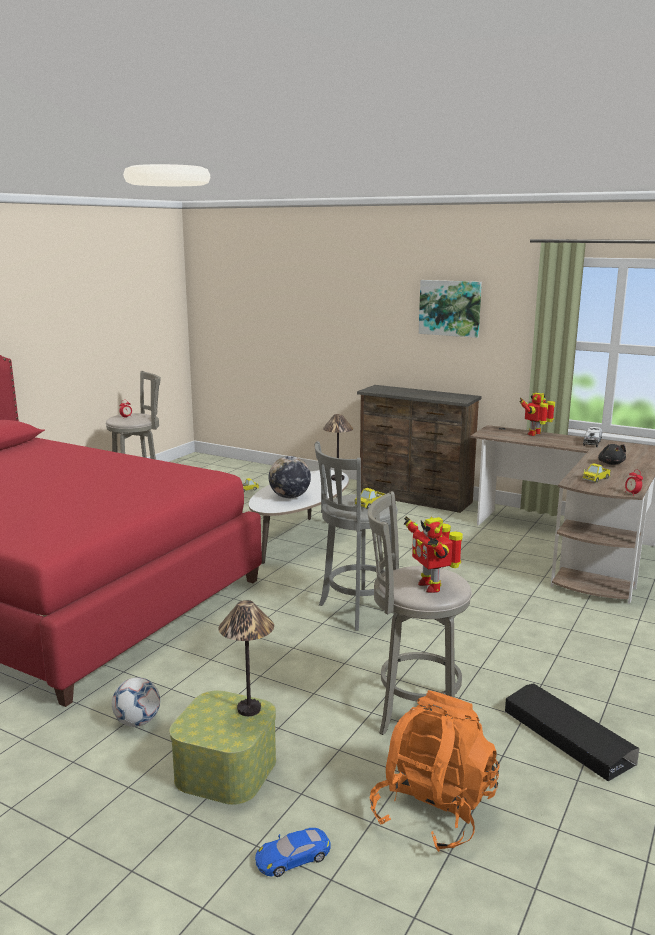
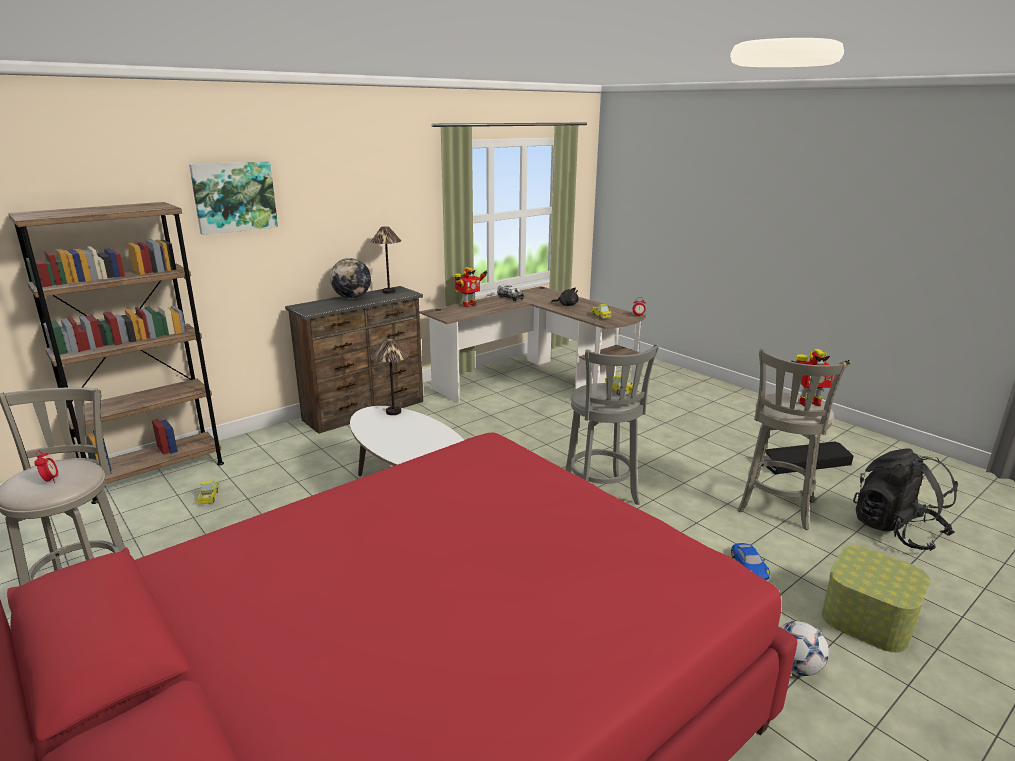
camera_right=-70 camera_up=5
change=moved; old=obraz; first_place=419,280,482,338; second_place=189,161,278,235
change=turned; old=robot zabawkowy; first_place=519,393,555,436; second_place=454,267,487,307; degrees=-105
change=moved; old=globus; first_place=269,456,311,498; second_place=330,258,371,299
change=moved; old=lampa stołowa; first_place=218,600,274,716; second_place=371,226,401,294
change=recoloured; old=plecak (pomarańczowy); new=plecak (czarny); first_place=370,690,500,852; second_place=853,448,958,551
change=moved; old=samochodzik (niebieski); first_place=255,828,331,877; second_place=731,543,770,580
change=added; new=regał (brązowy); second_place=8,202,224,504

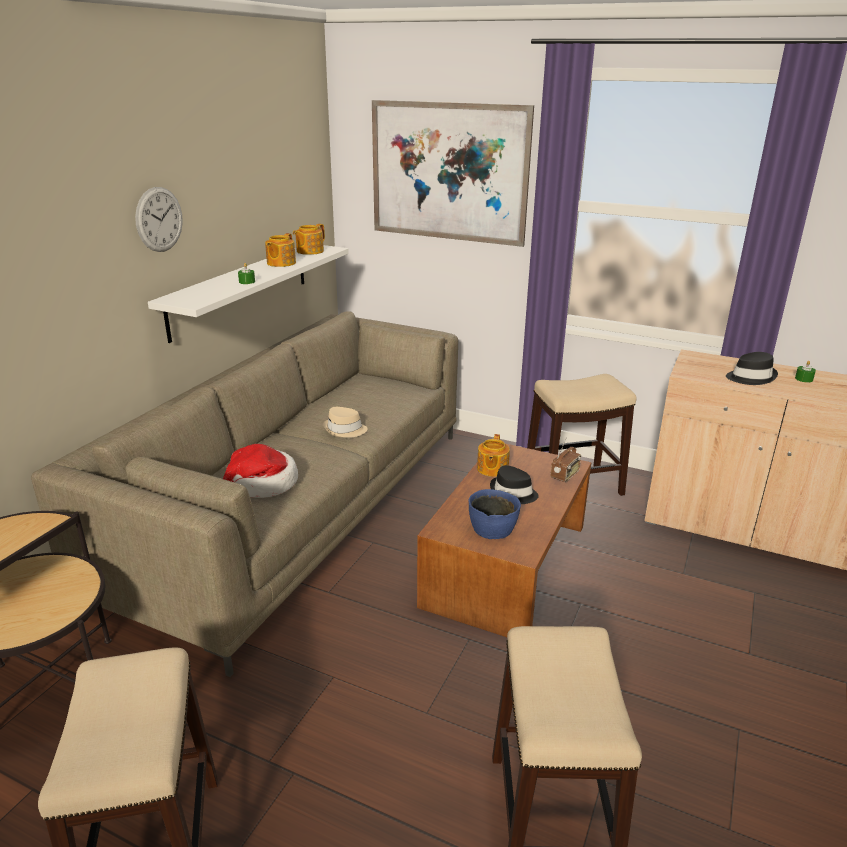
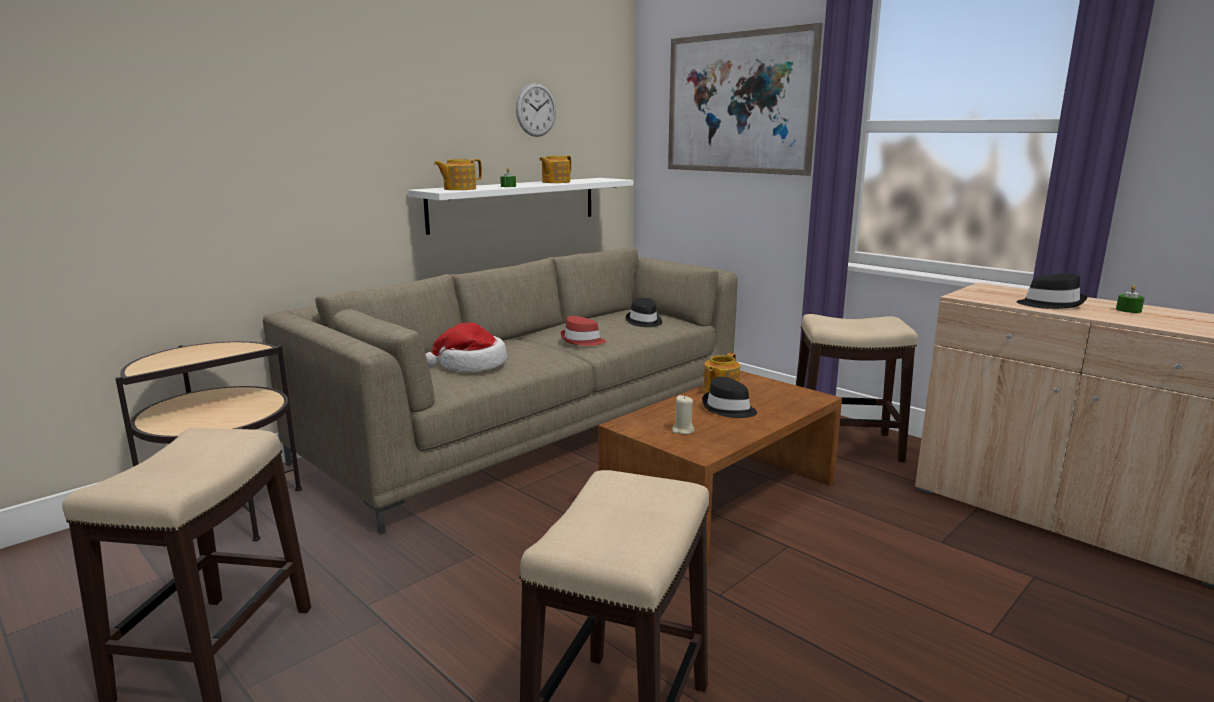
camera_right=20 camera_up=-10
change=moved; old=zegar ścienny; first_place=135,187,183,252; second_place=516,83,556,137
change=moved; old=imbryk; first_place=293,224,325,255; second_place=434,159,482,190
change=recoloured; old=kapelusz (beżowy); new=kapelusz (czerwony); first_place=323,407,368,438; second_place=560,316,606,346
change=removed; old=radio; first_place=551,437,581,482
change=replaced; old=miska (niebieski); new=świeca (beżowy); first_place=468,489,521,539; second_place=672,395,694,434
change=added; new=kapelusz (czarny); second_place=626,298,662,327

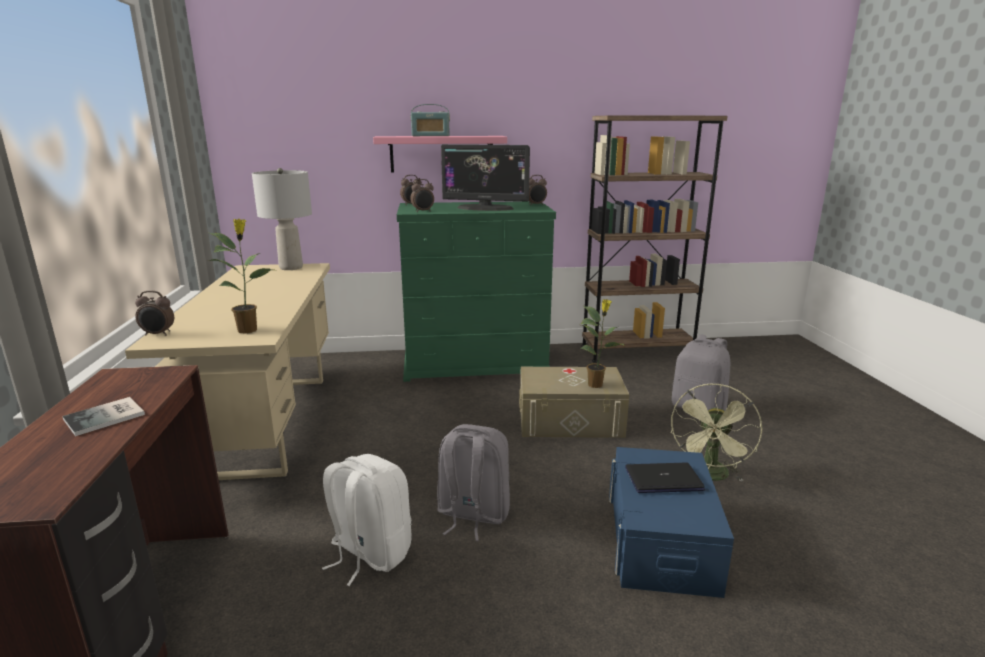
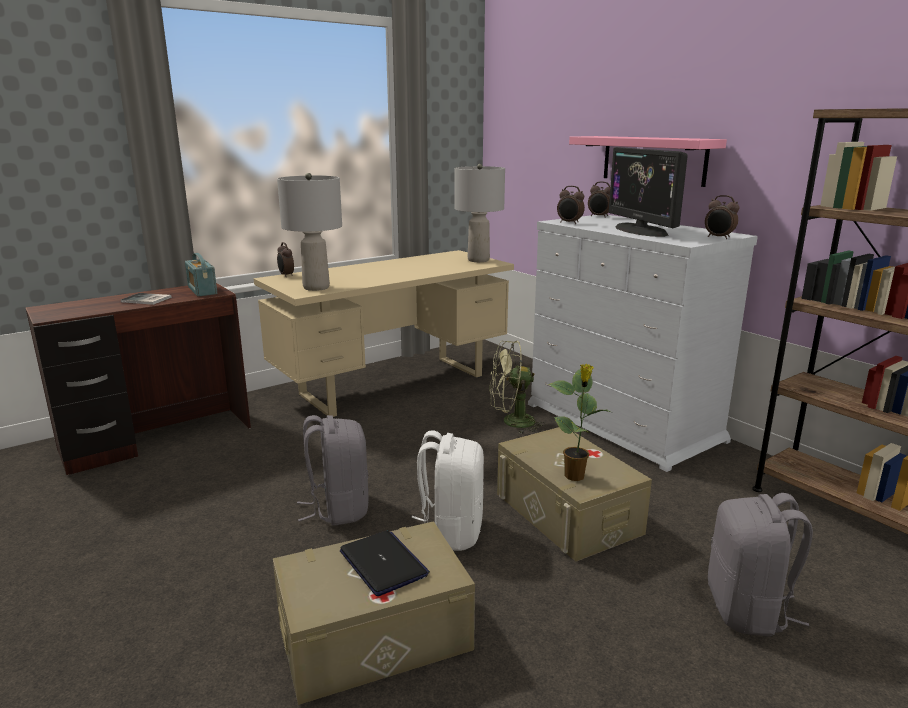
camera_right=60 camera_up=0
change=moved; old=radio; first_place=411,104,450,136; second_place=185,253,217,296
change=recoloured; old=komoda (zielony); new=komoda (biały); first_place=397,201,556,382; second_place=528,214,758,472
change=replaced; old=roślina doniczkowa; new=lampa stołowa (szary); first_place=208,219,275,334; second_place=277,173,342,291
change=moved; old=wentylator (zielony); first_place=670,384,762,482; second_place=489,341,546,434
change=recoloured; old=pojemnik do przechowywania (niebieski); new=pojemnik do przechowywania (beżowy); first_place=609,447,734,598; second_place=273,521,475,705
change=moved; old=plecak (biały); first_place=322,454,412,586; second_place=411,430,484,551

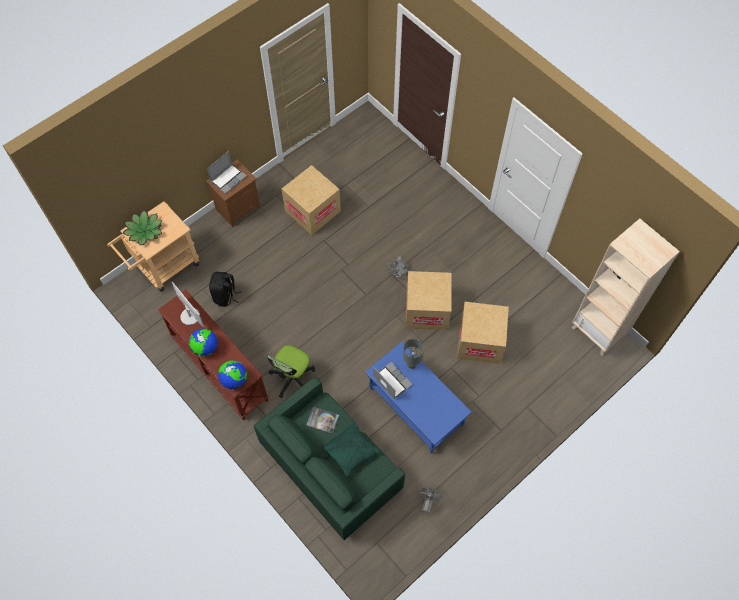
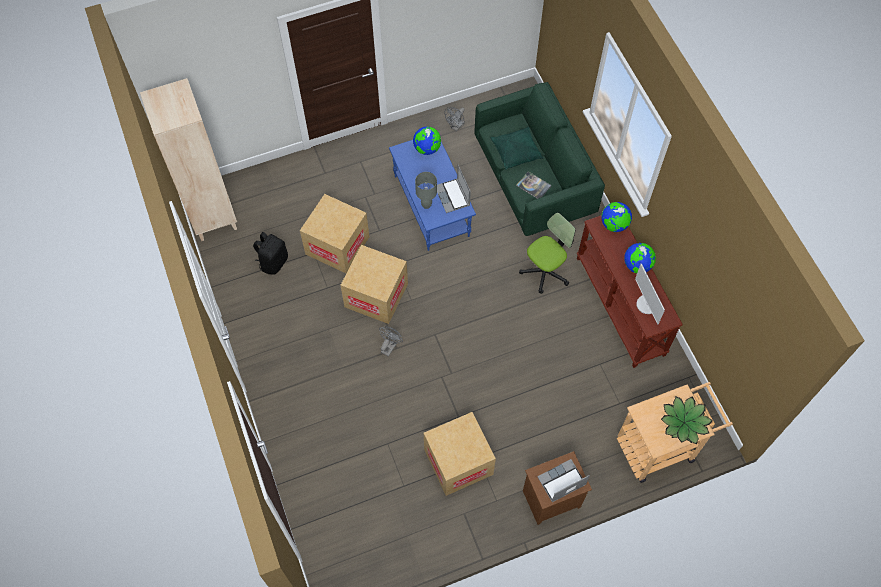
camera_right=-160 camera_up=0
change=moved; old=plecak (czarny); first_place=209,272,242,307; second_place=253,232,288,275
change=added; new=globus; second_place=413,127,441,155

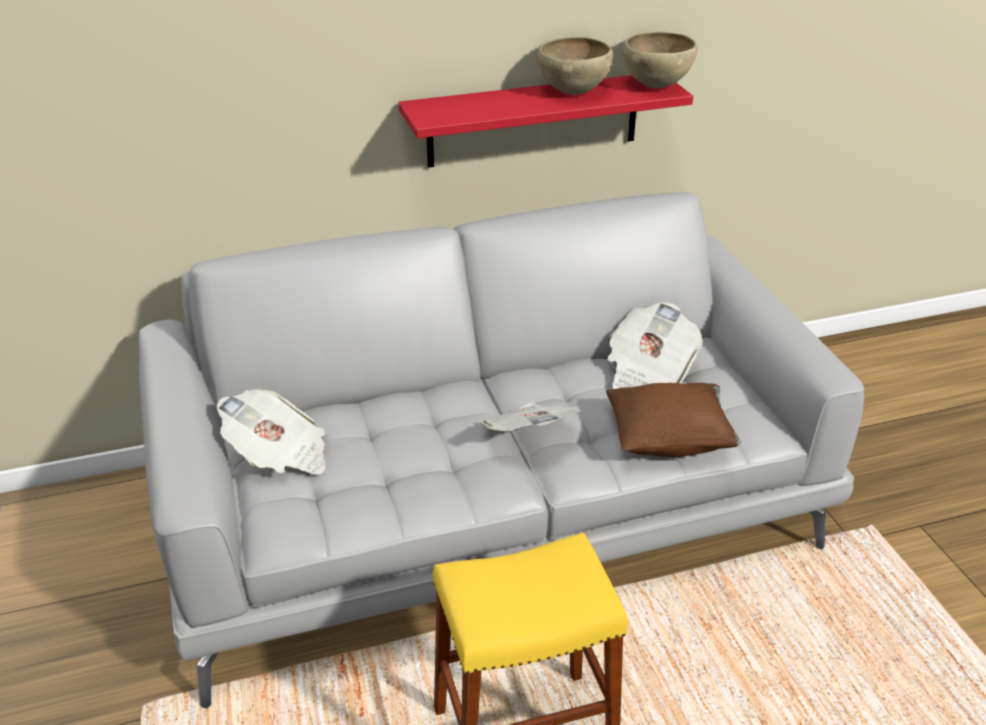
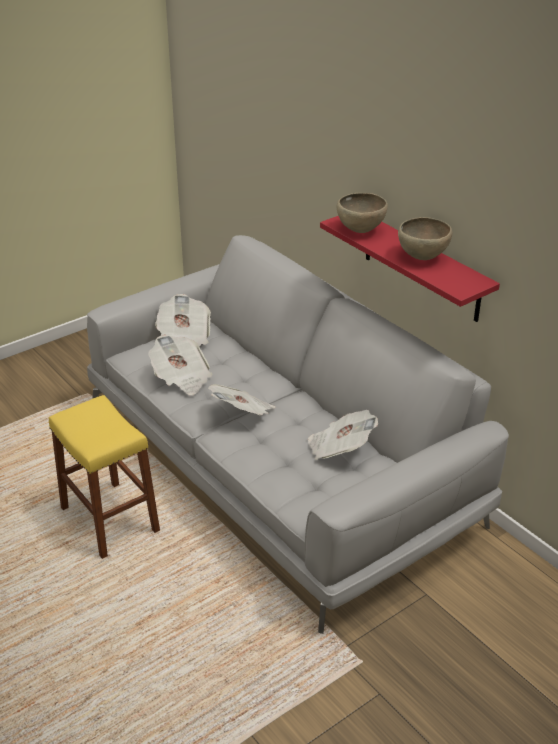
camera_right=70 camera_up=0
change=moved; old=miska (brązowy); first_place=623,32,698,88; second_place=337,193,388,233
change=removed; old=poduszka (brązowy); first_place=606,383,741,457
change=added; new=gazeta; second_place=148,335,213,395

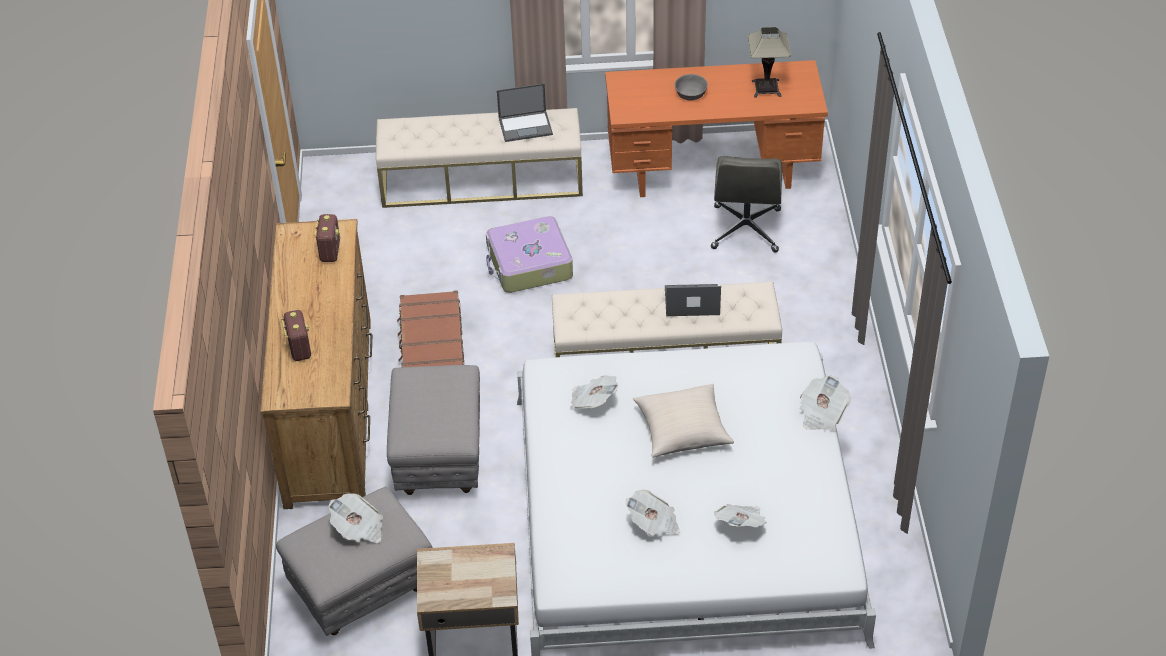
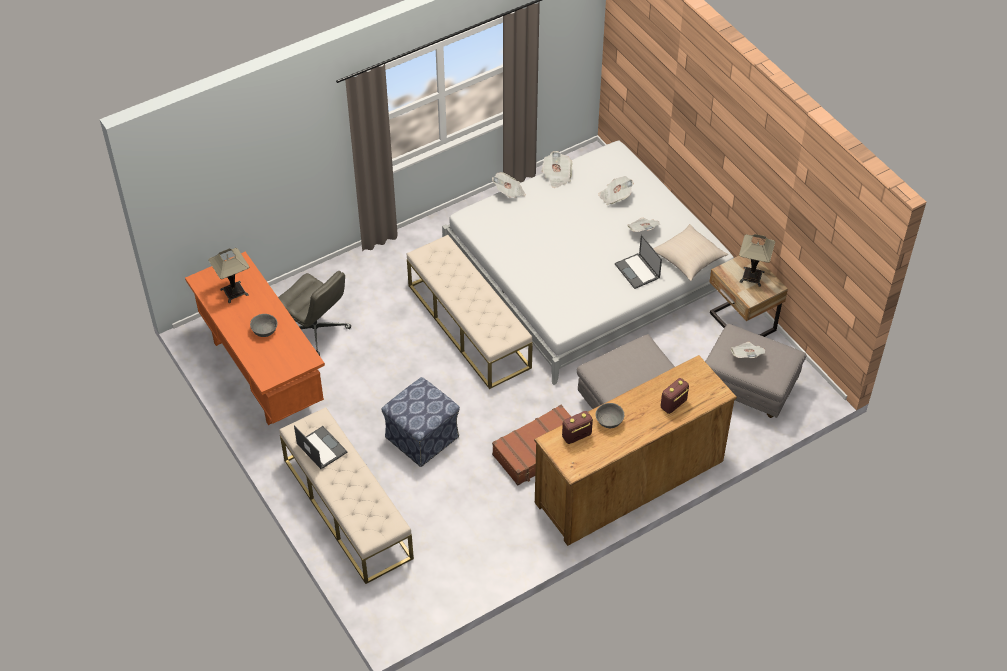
camera_right=-120 camera_up=5
change=turned; old=krzesło biurowe (szary); first_place=711,156,782,253; second_place=278,271,351,356; degrees=60
change=replaced; old=walizka; new=pufa; first_place=486,216,573,293; second_place=381,377,460,467
change=moved; old=laptop; first_place=665,284,721,316; second_place=615,235,662,289
change=moved; old=gazeta; first_place=570,375,618,409; second_place=542,151,572,188
change=moved; old=poduszka (beżowy); first_place=633,384,734,458; second_place=653,224,728,281
change=added; new=lampa stołowa; second_place=739,234,775,287
change=added; new=miska (szary); second_place=595,403,624,428

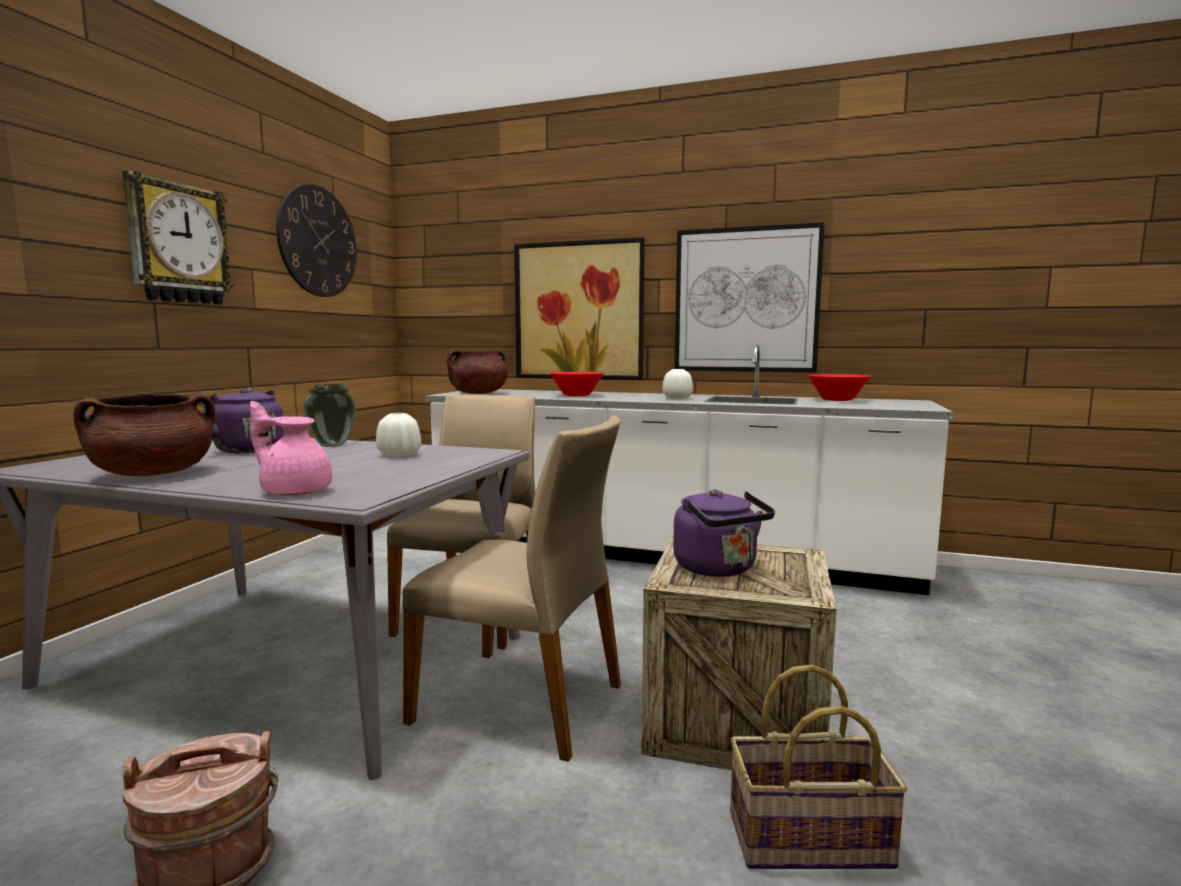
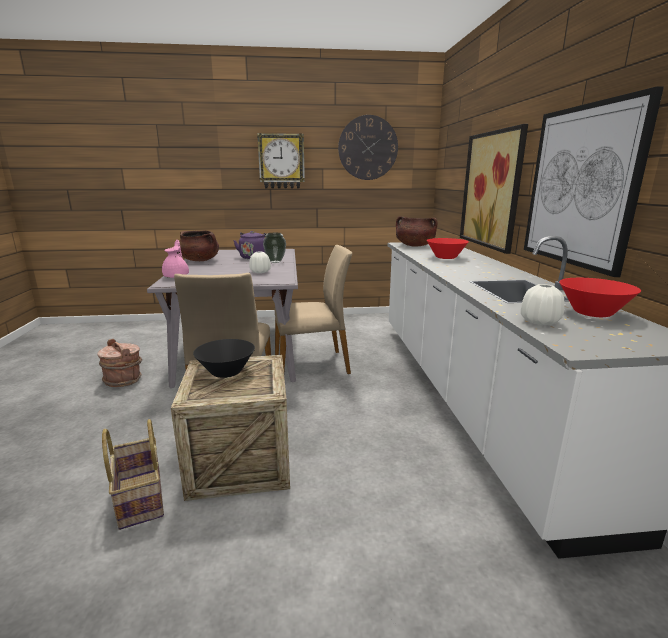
camera_right=65 camera_up=10
change=moved; old=wazon (biały); first_place=662,369,693,399; second_place=521,284,565,325
change=replaced; old=czajnik (fioletowy); new=miska (czarny); first_place=673,489,775,577; second_place=193,339,255,378

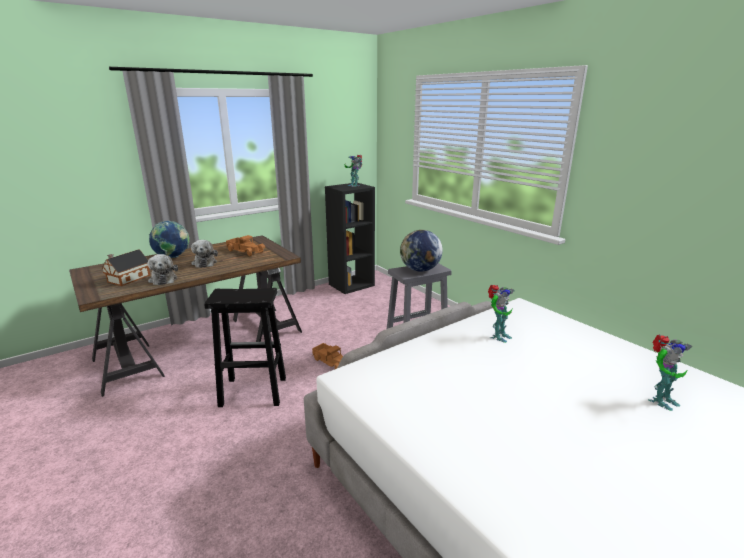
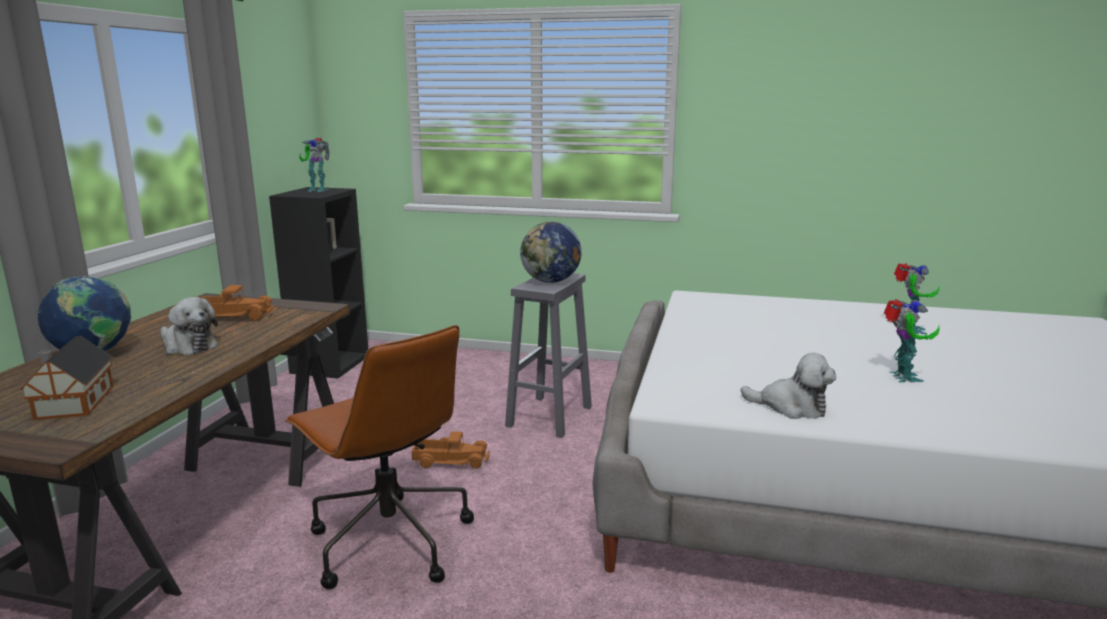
camera_right=-40 camera_up=-5
change=moved; old=pluszak; first_place=148,254,178,285; second_place=741,353,836,419
change=moved; old=robot zabawkowy; first_place=488,285,515,343; second_place=884,299,940,383
change=replaced; old=stołek (czarny); new=krzesło biurowe (brązowy); first_place=204,288,286,407; second_place=285,325,474,589

